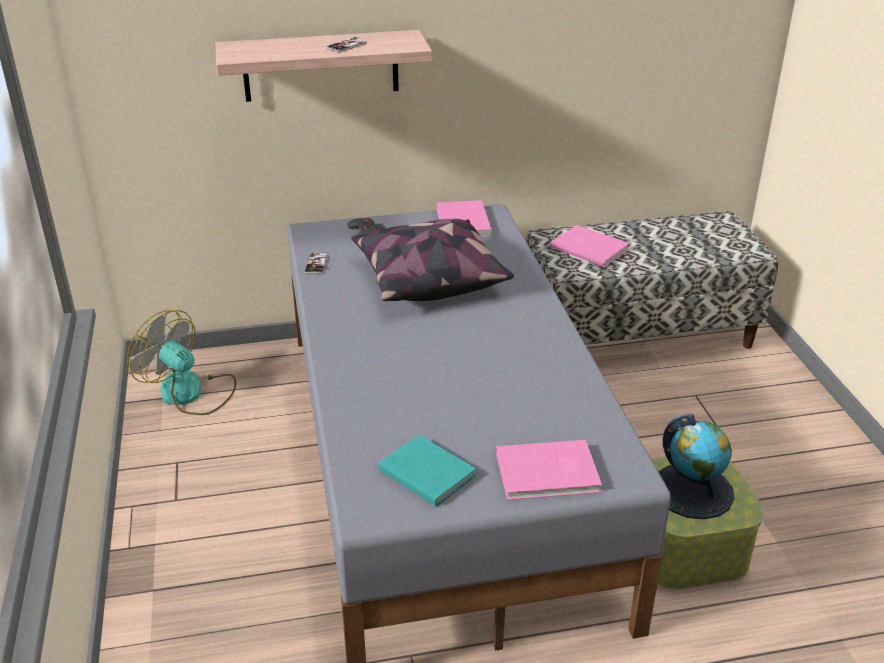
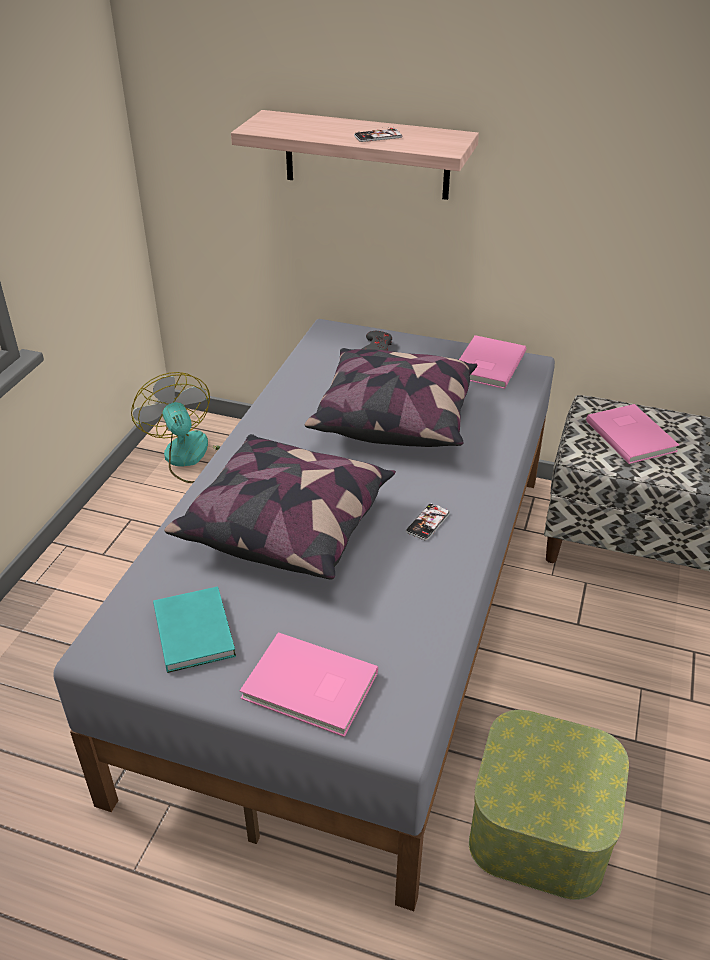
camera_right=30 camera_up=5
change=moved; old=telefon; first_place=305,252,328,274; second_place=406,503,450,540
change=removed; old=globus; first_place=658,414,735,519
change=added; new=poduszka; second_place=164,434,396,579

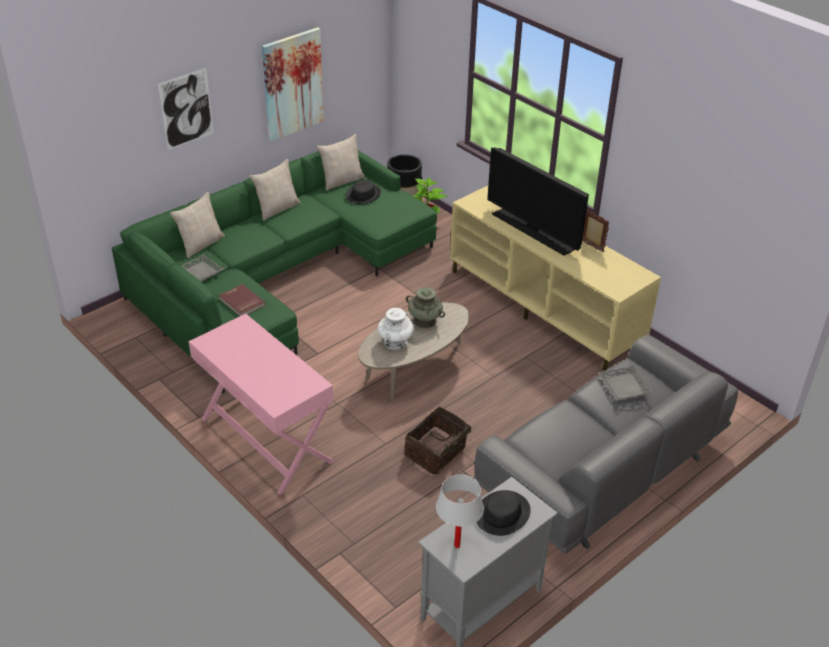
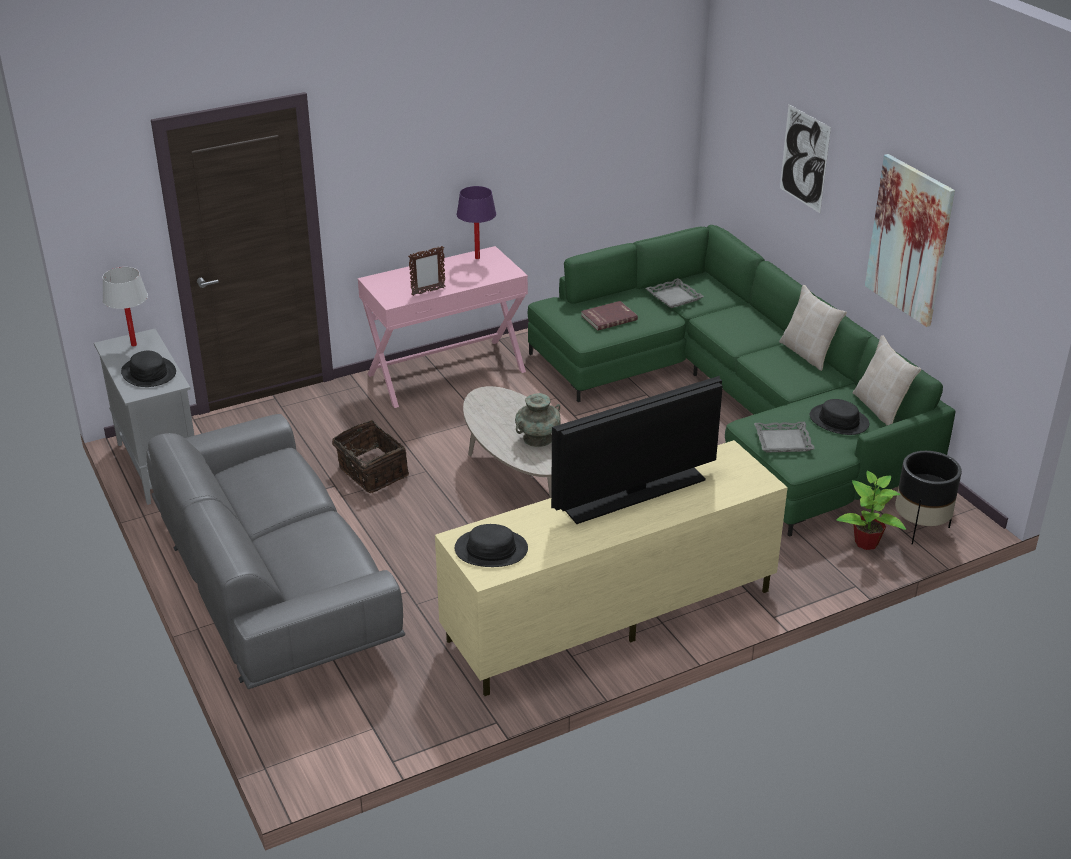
camera_right=105 camera_up=-5
change=removed; old=poduszka (beżowy); first_place=170,192,225,258
change=moved; old=ramka na zdjęcie; first_place=582,210,609,253; second_place=408,246,445,296
change=removed; old=wazon (biały); first_place=378,308,414,350
change=moved; old=taca (szary); first_place=598,365,653,401; second_place=754,422,815,453
change=added; new=lampa stołowa (fioletowy); second_place=456,186,496,259
change=added; new=kapelusz (czarny); second_place=455,524,528,567

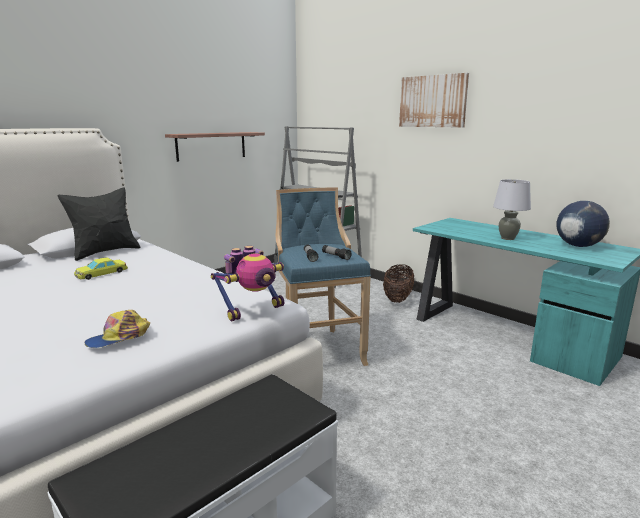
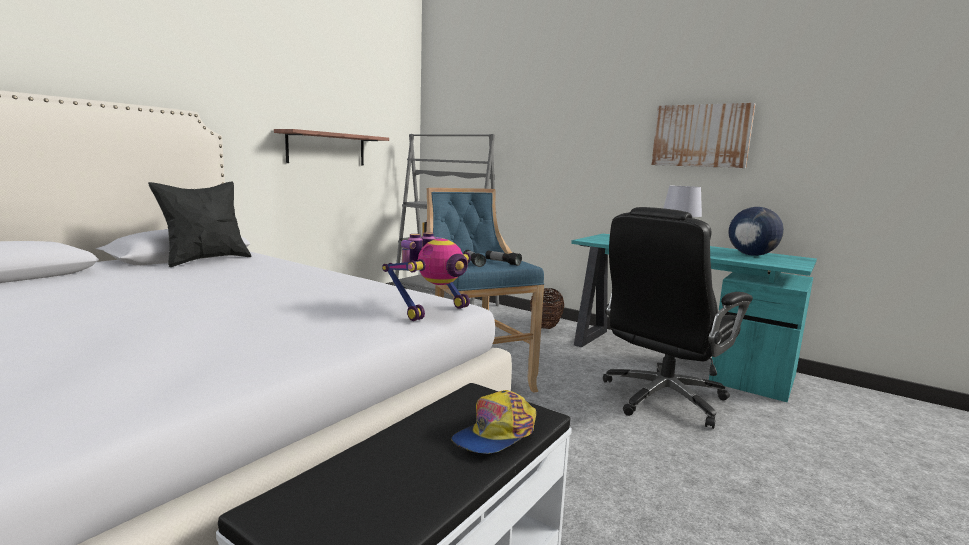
camera_right=-10 camera_up=-5
change=moved; old=obraz; first_place=399,73,469,128; second_place=652,103,756,168
change=removed; old=samochodzik (żółty); first_place=74,258,128,280
change=moved; old=czapka z daszkiem; first_place=84,310,150,348; second_place=451,390,536,454
change=added; new=krzesło biurowe (czarny); second_place=603,207,753,429

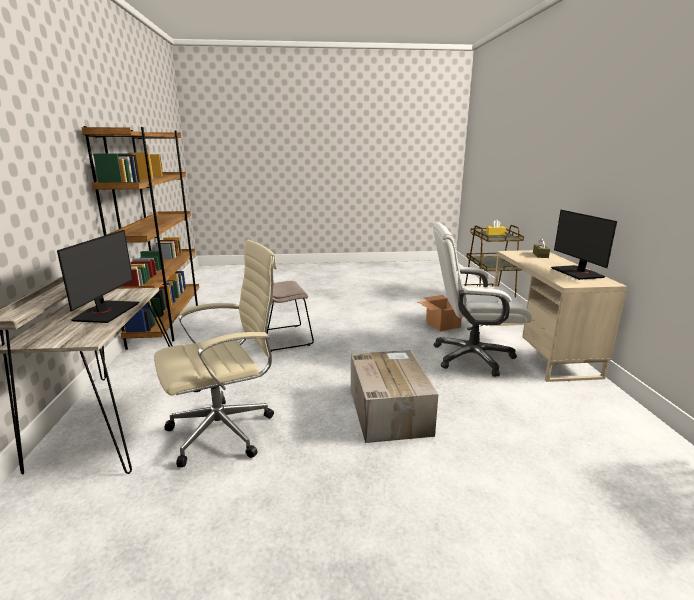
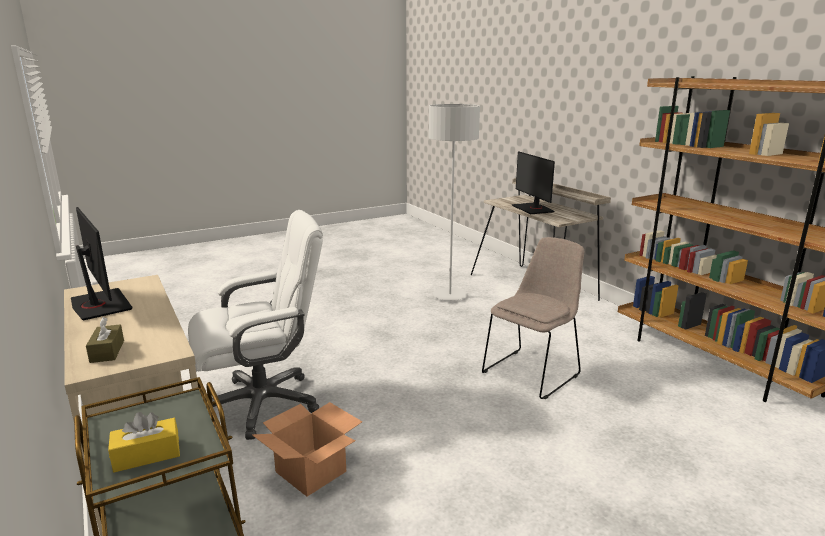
camera_right=155 camera_up=0
change=replaced; old=krzesło biurowe (beżowy); new=lampa stojąca (szary); first_place=154,240,277,467; second_place=429,104,480,301
change=removed; old=karton; first_place=351,350,438,443

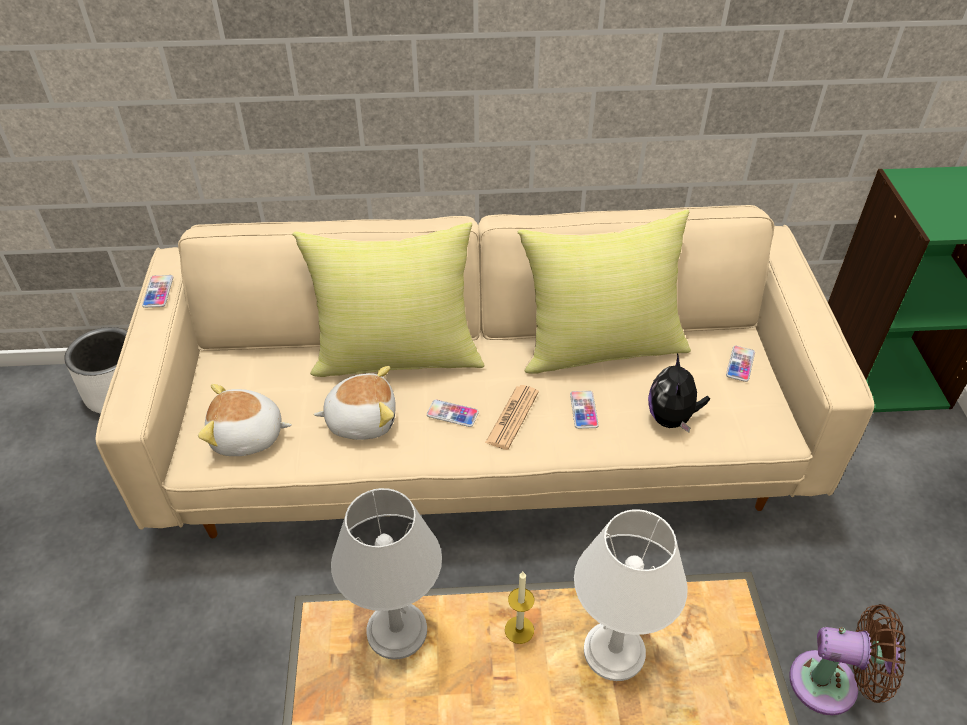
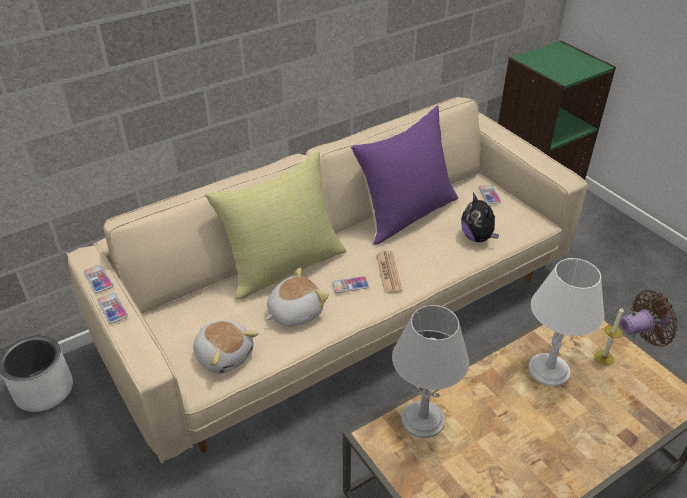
camera_right=-30 camera_up=-5
change=recoloured; old=poduszka (żółty); new=poduszka (fioletowy); first_place=517,210,691,374; second_place=351,106,458,245
change=turned; old=pluszak; first_place=198,384,292,456; second_place=193,320,258,374; degrees=-105
change=moved; old=telefon; first_place=570,391,599,429; second_place=97,293,128,324
change=moved; old=świeca; first_place=505,572,534,644; second_place=594,307,624,365

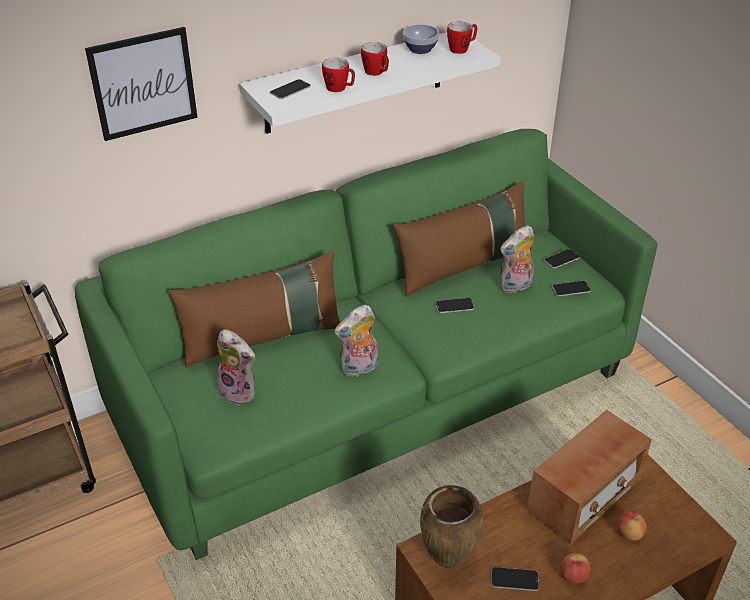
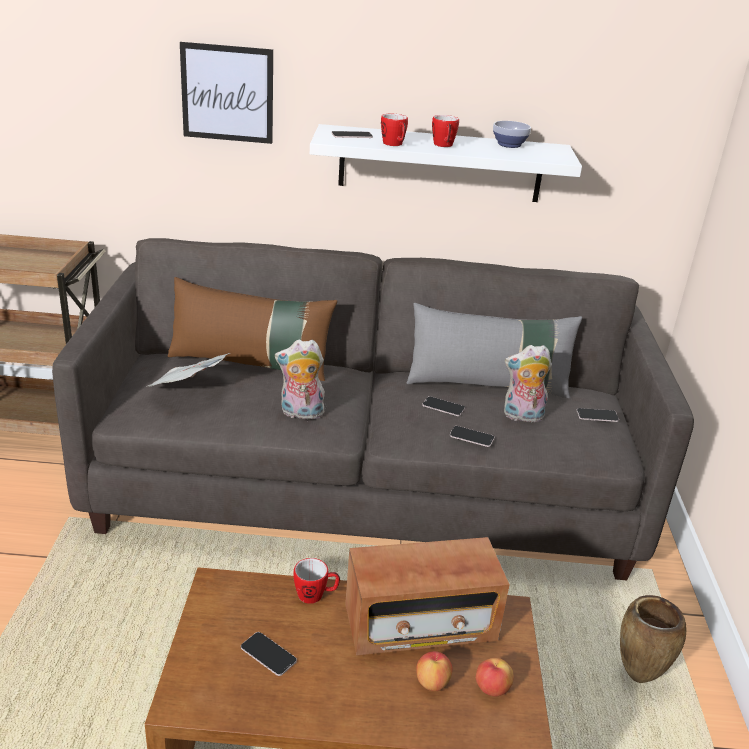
camera_right=30 camera_up=-10
change=moved; old=kubek; first_place=447,22,477,54; second_place=293,558,340,604
change=recoloured; old=kanapa (zielony); new=kanapa (szary); first_place=75,129,658,560; second_place=52,238,694,580
change=recoloured; old=poduszka (brązowy); new=poduszka (szary); first_place=393,181,525,297; second_place=407,303,582,398
change=moved; old=telefon; first_place=552,281,591,296; second_place=450,426,494,447
change=replaced; old=pluszak; new=gazeta; first_place=217,329,256,405; second_place=146,353,230,387
change=moved; old=wazon (brązowy); first_place=420,485,484,568; second_place=620,595,687,683
change=moved; old=jabłko; first_place=561,553,590,584; second_place=476,658,514,696

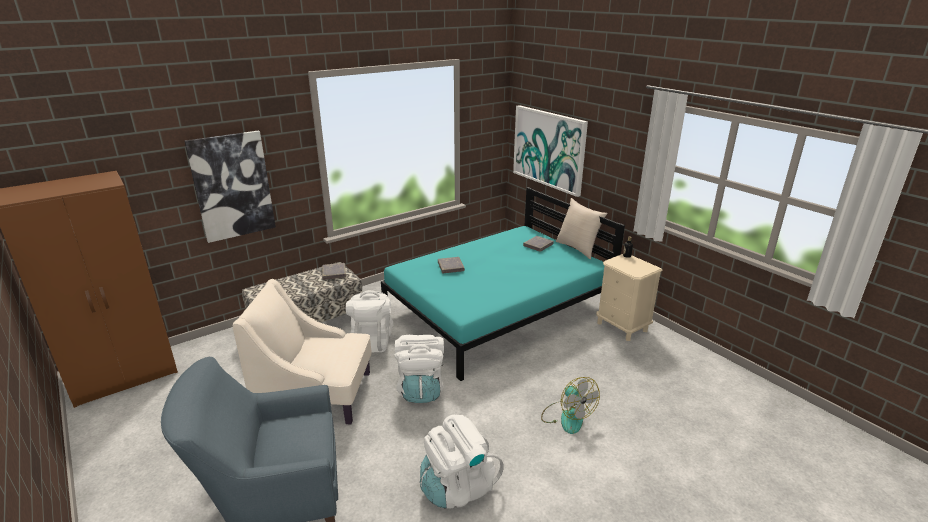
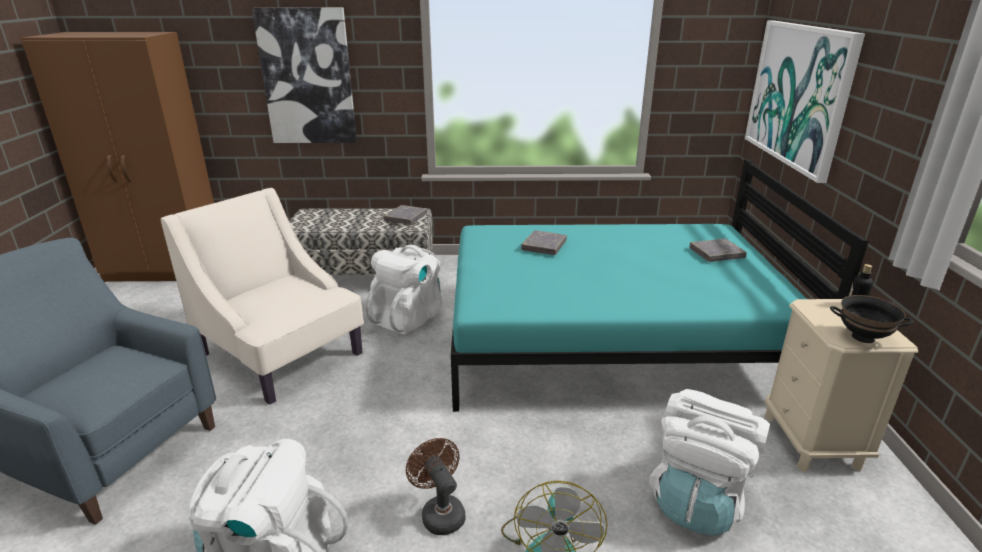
camera_right=35 camera_up=0
change=removed; old=poduszka (beżowy); first_place=556,198,607,259
change=moved; old=plecak (biały); first_place=394,335,444,403; second_place=649,389,770,536
change=added; new=miska (czarny); second_place=830,295,913,343
change=added; new=wentylator (brązowy); second_place=406,438,466,535

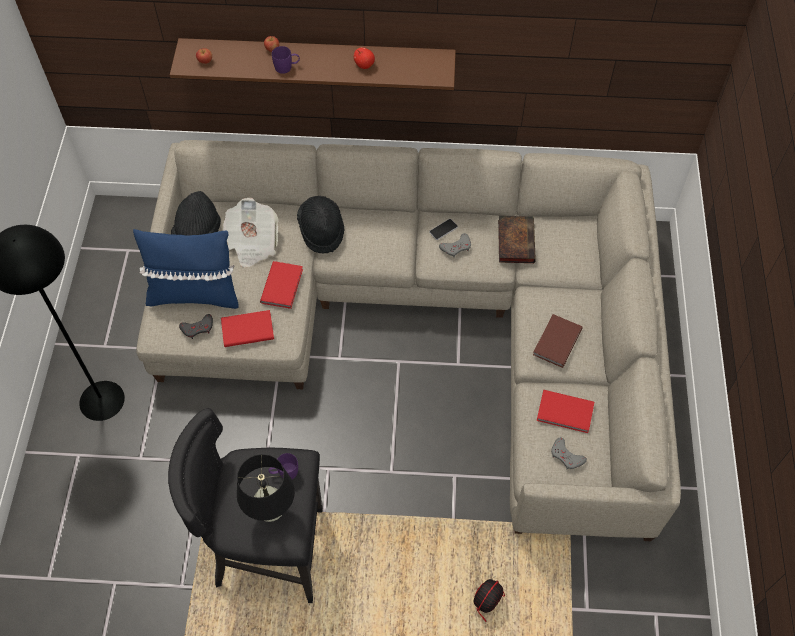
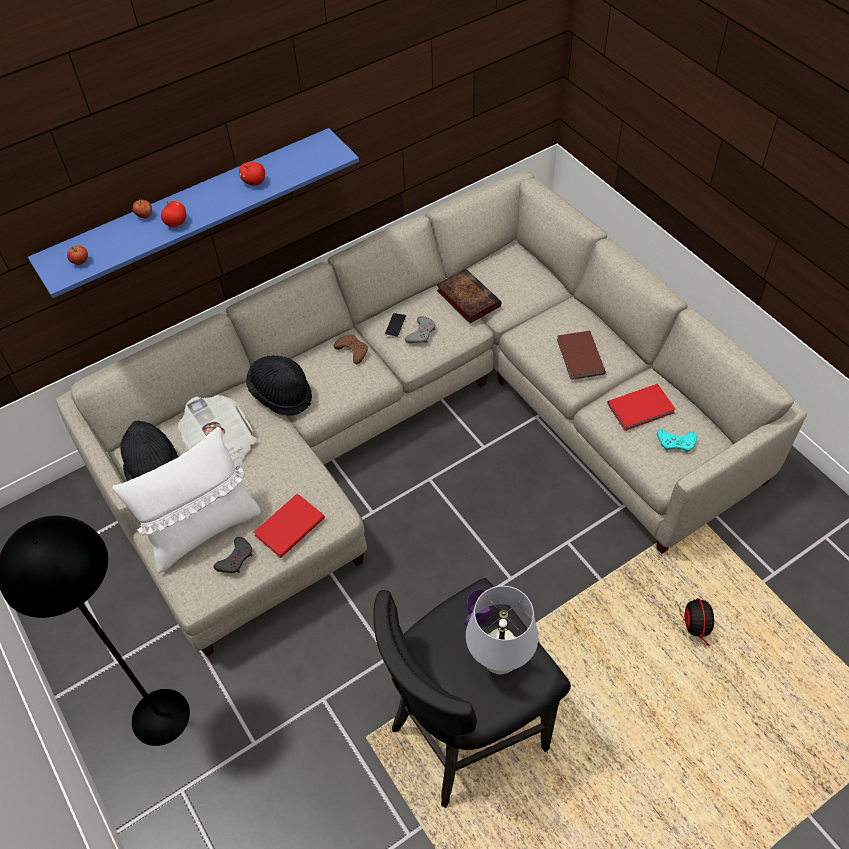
camera_right=-35 camera_up=-5
change=recoloured; old=półka (brązowy); new=półka (niebieski); first_place=170,38,456,90; second_place=28,128,359,298
change=replaced; old=kubek (fioletowy); new=jabłko; first_place=272,46,300,74; second_place=161,201,186,227
change=recoloured; old=poduszka (niebieski); new=poduszka (biały); first_place=133,229,238,309; second_place=112,427,261,574
change=removed; old=książka (czerwony); first_place=260,261,303,309
change=recoloured; old=pad do gier (szary); new=pad do gier (turkusowy); first_place=551,437,587,470; second_place=657,430,697,453
change=recoloured; old=lampa stołowa (czarny); new=lampa stołowa (biały); first_place=237,454,295,522; second_place=466,586,538,675
change=added; new=pad do gier (brązowy); second_place=334,335,368,364

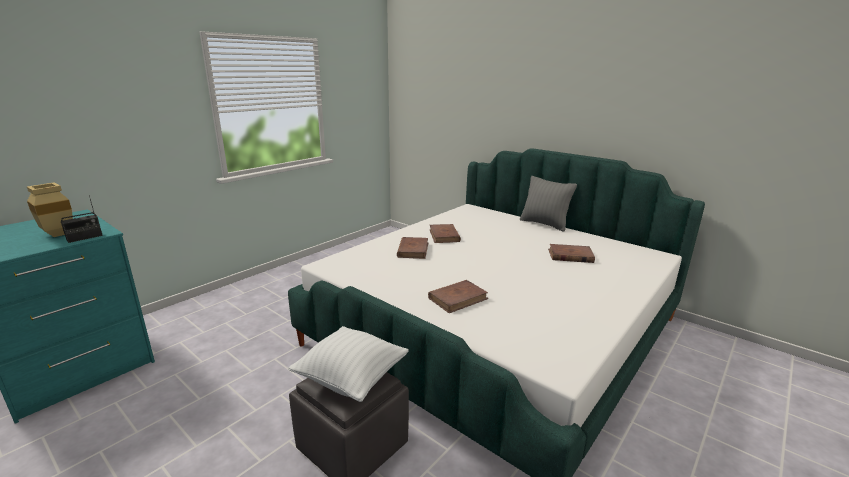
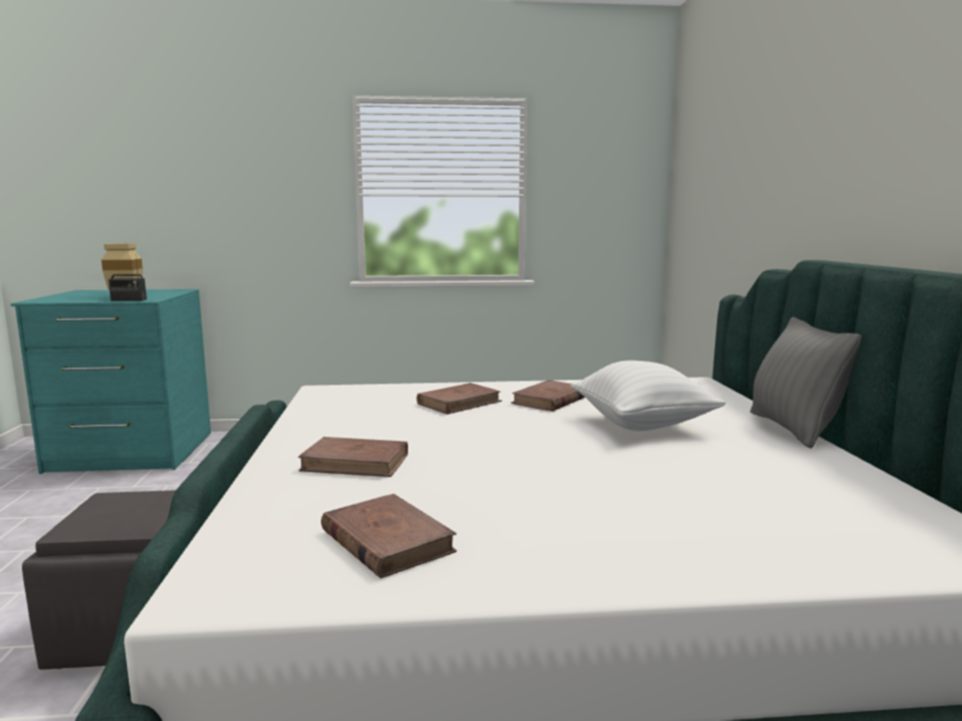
camera_right=45 camera_up=-10
change=moved; old=książka (brązowy); first_place=548,244,595,263; second_place=321,494,457,579
change=moved; old=poduszka (biały); first_place=288,326,409,402; second_place=570,360,726,431

